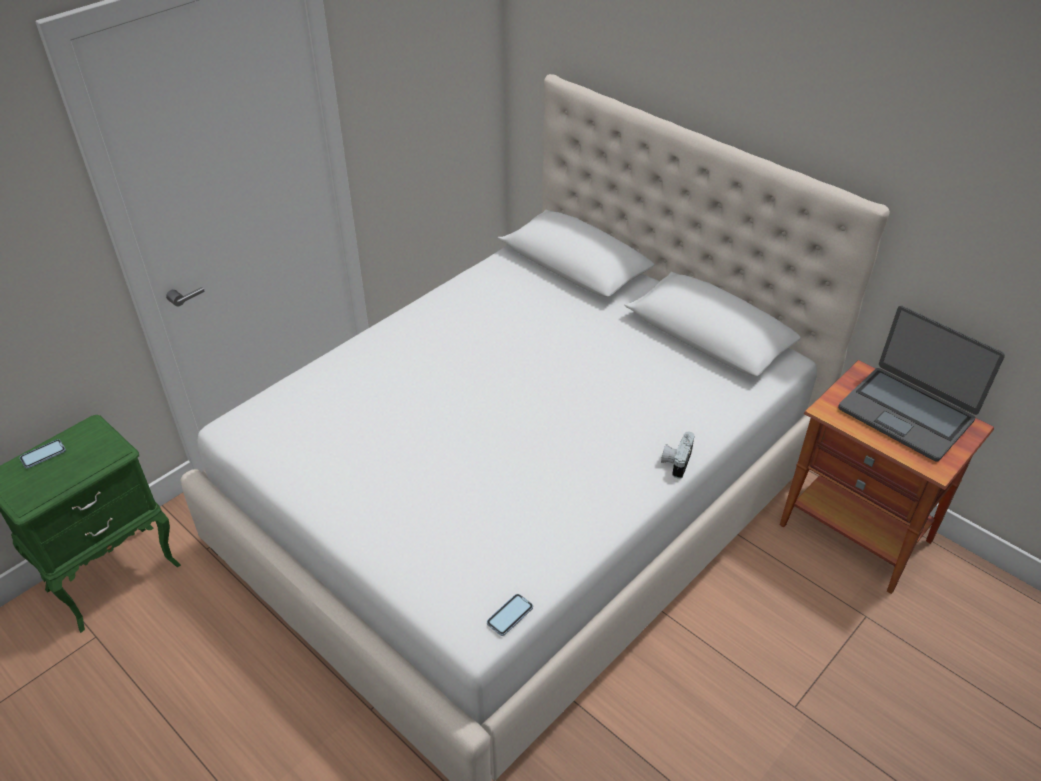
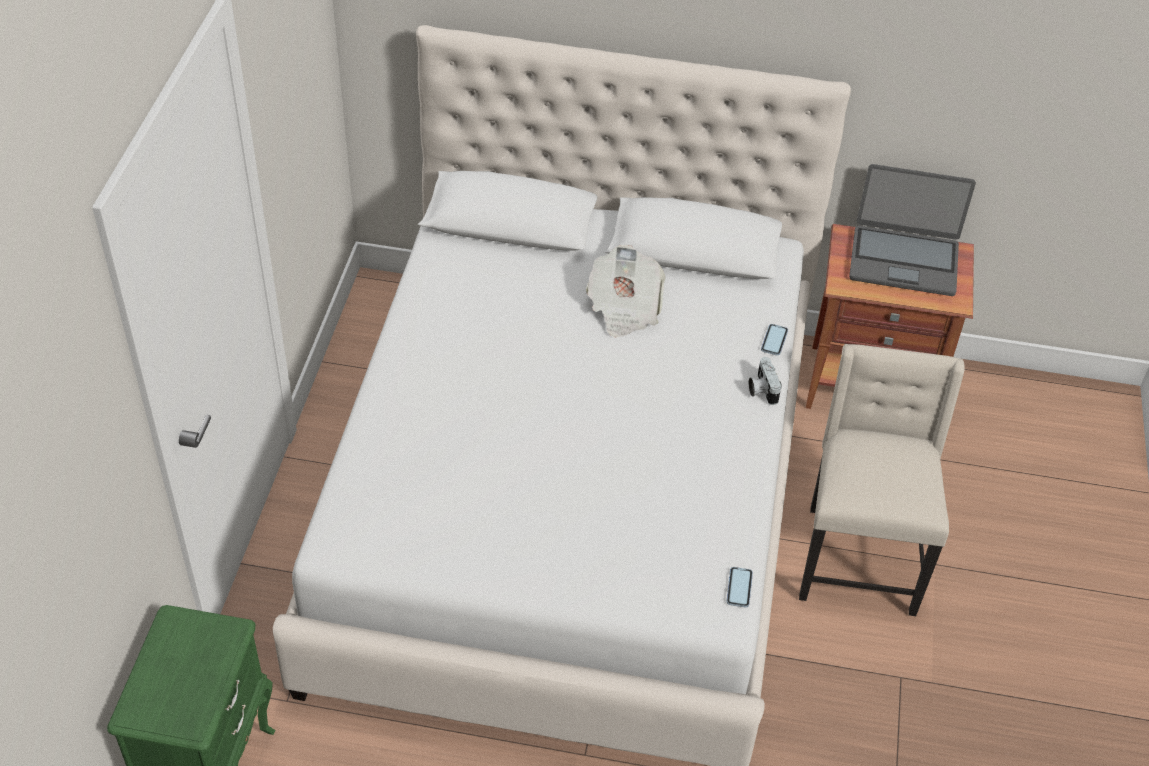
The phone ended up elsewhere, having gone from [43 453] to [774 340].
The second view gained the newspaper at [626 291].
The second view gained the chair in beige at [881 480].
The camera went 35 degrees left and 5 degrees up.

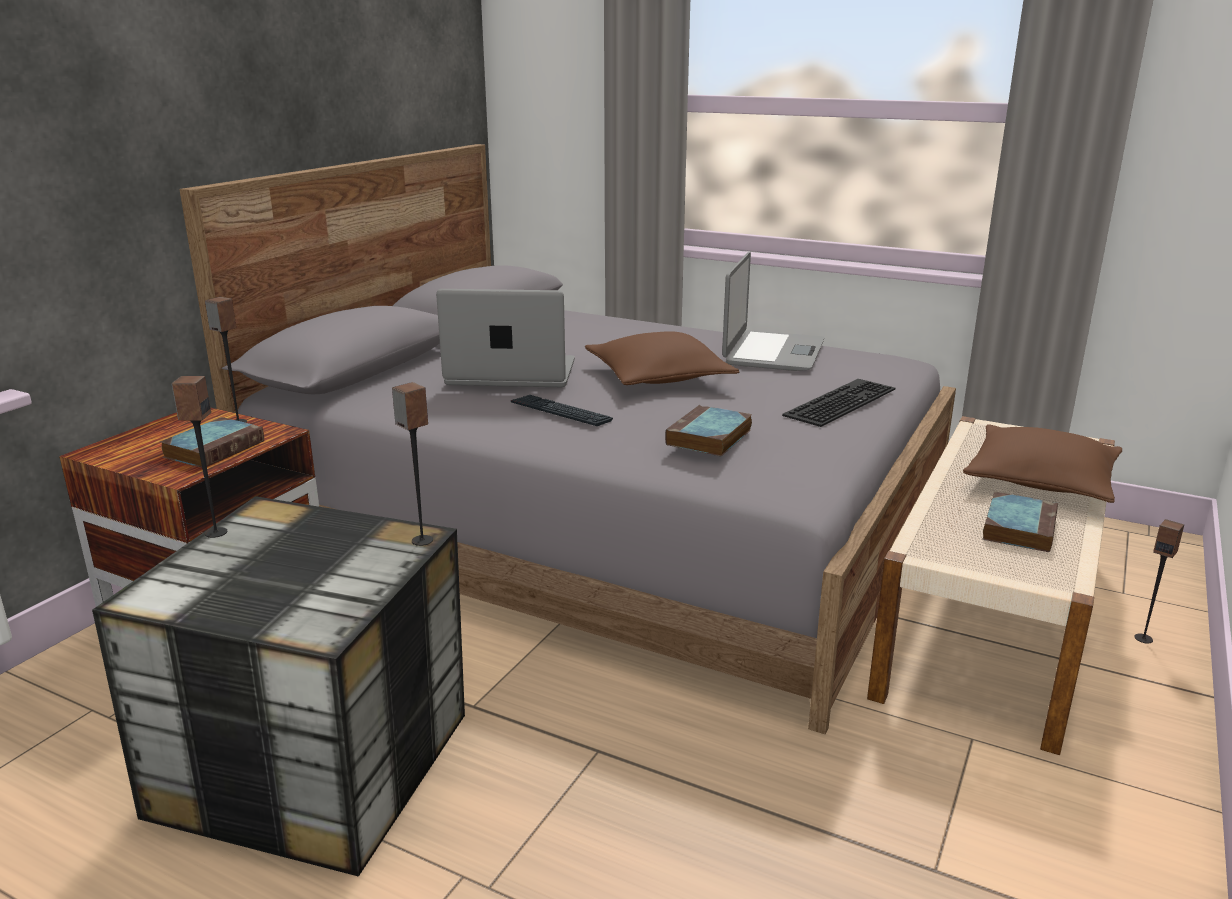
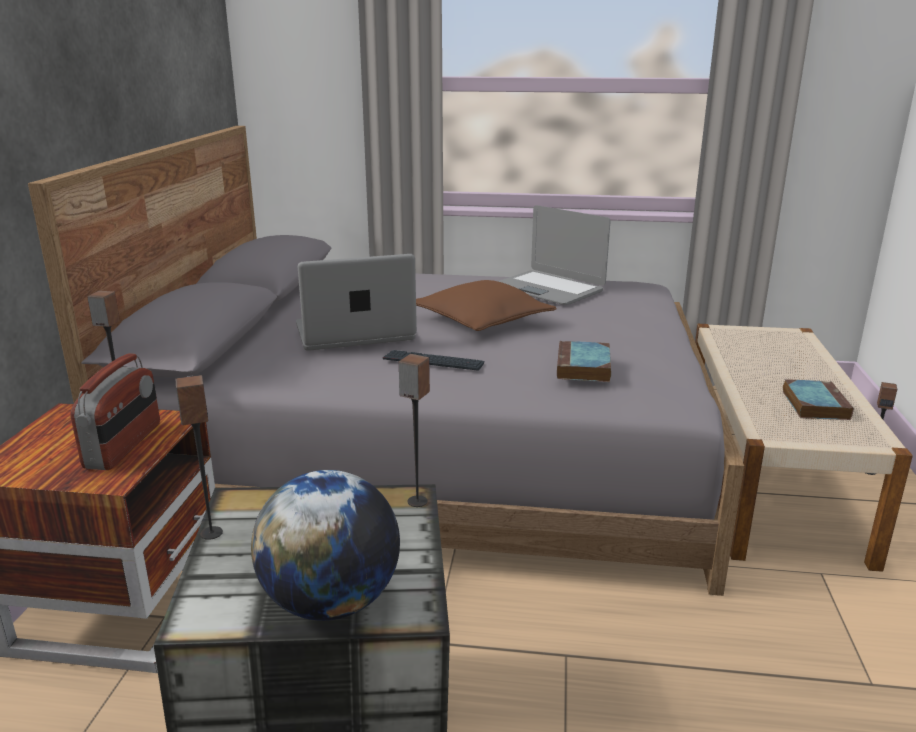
Where the book stood at [212 442], the radio came to stand at [115 411].
The laptop at [773 311] ended up facing another way, 135 degrees clockwise from before.
The second view lost the keyboard at [838 403].
The second view lost the pillow in brown at [1042 463].
The second view gained the globe at [325 545].
The camera went 20 degrees left and 0 degrees up.

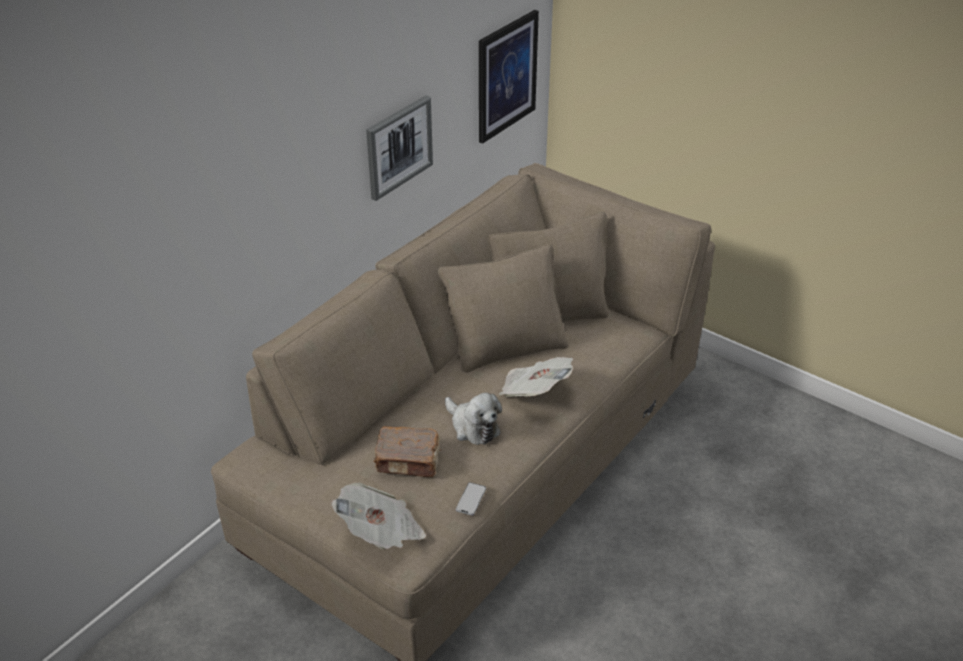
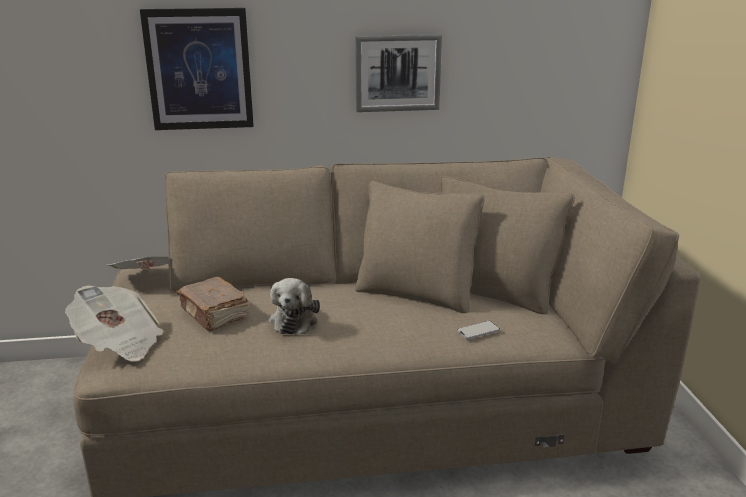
The phone ended up elsewhere, having gone from [471 498] to [478 330].
The picture ended up elsewhere, having gone from [509 77] to [197 69].
The newspaper ended up elsewhere, having gone from [536 377] to [139 263].
The camera went 45 degrees right and 15 degrees down.

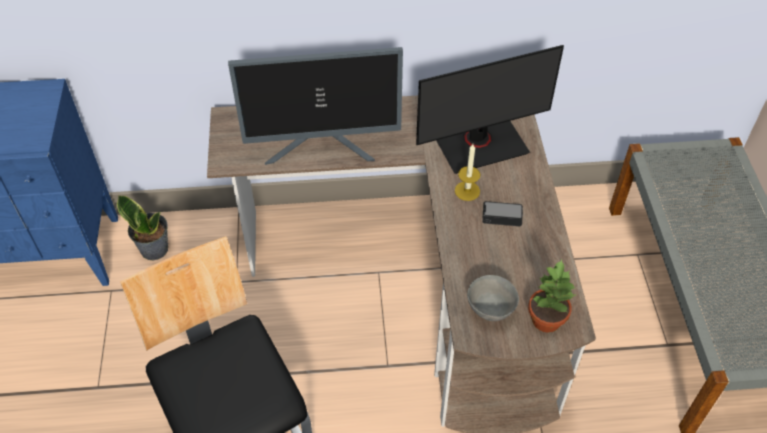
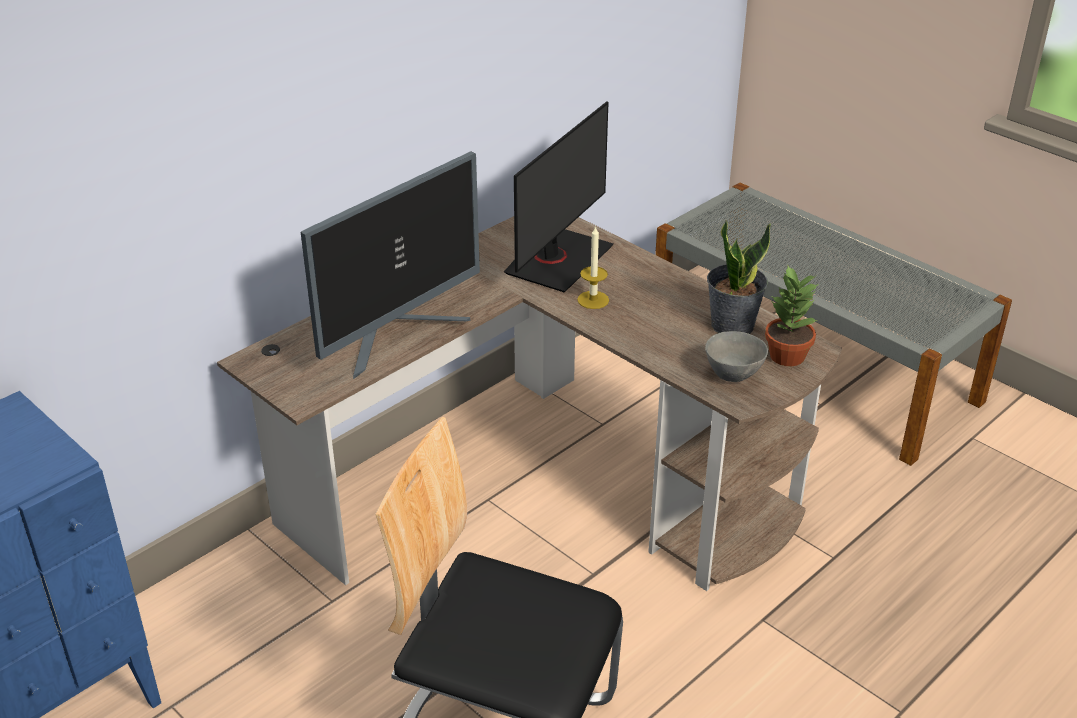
The potted plant ended up elsewhere, having gone from [142 227] to [739 276].
The second view lost the phone at [502 213].
The camera went 40 degrees left and 15 degrees down.

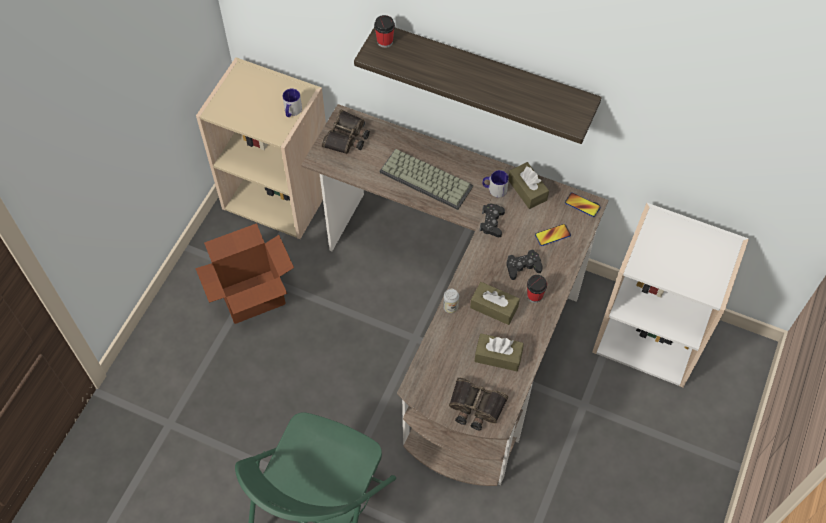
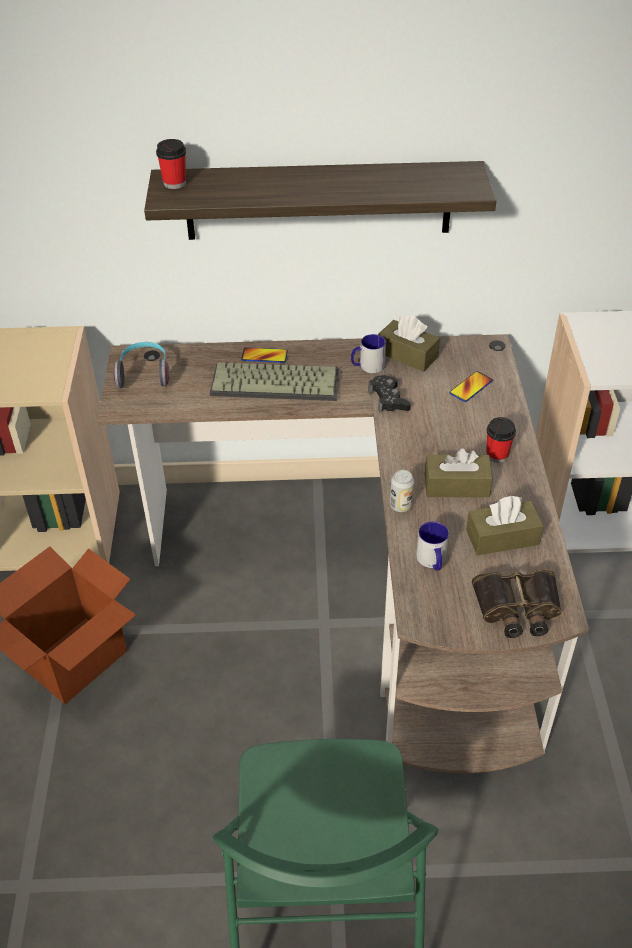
The mug ended up elsewhere, having gone from [292 102] to [432 546].
Where the binoculars stood at [346 132], the headphones came to stand at [141 365].
The second view lost the game controller in black at [524 264].
The phone ended up elsewhere, having gone from [582 204] to [264 355].
The camera went 25 degrees left and 15 degrees down.

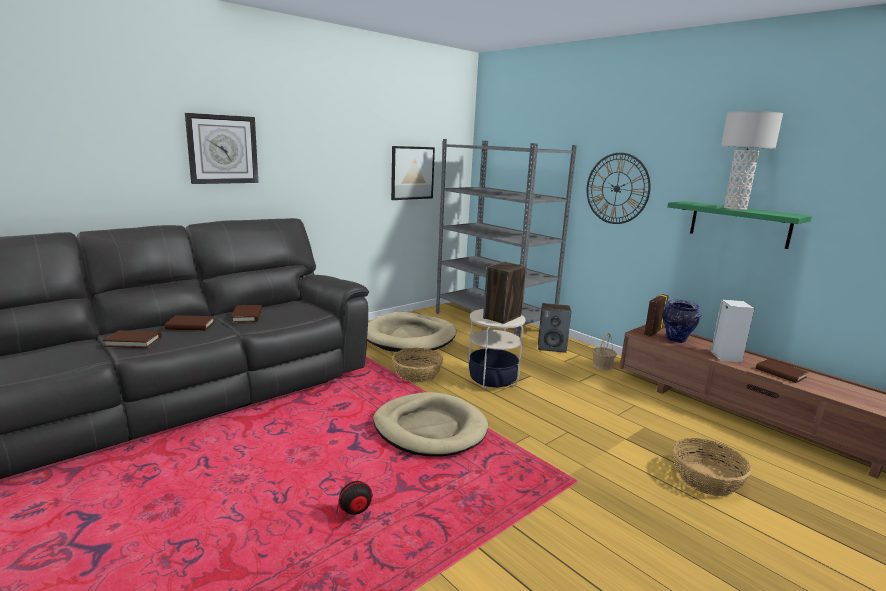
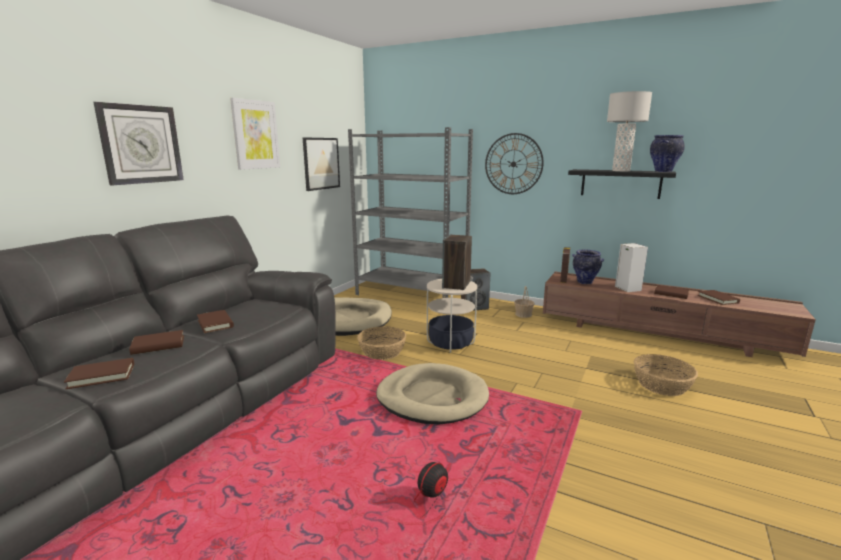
What was the shelf in green at [739 225] turned into the shelf in black at [622 184].
The second view gained the picture at [255 134].
The second view gained the vase at [667 153].
The second view gained the book in brown at [719 297].
The camera went 20 degrees left and 0 degrees up.

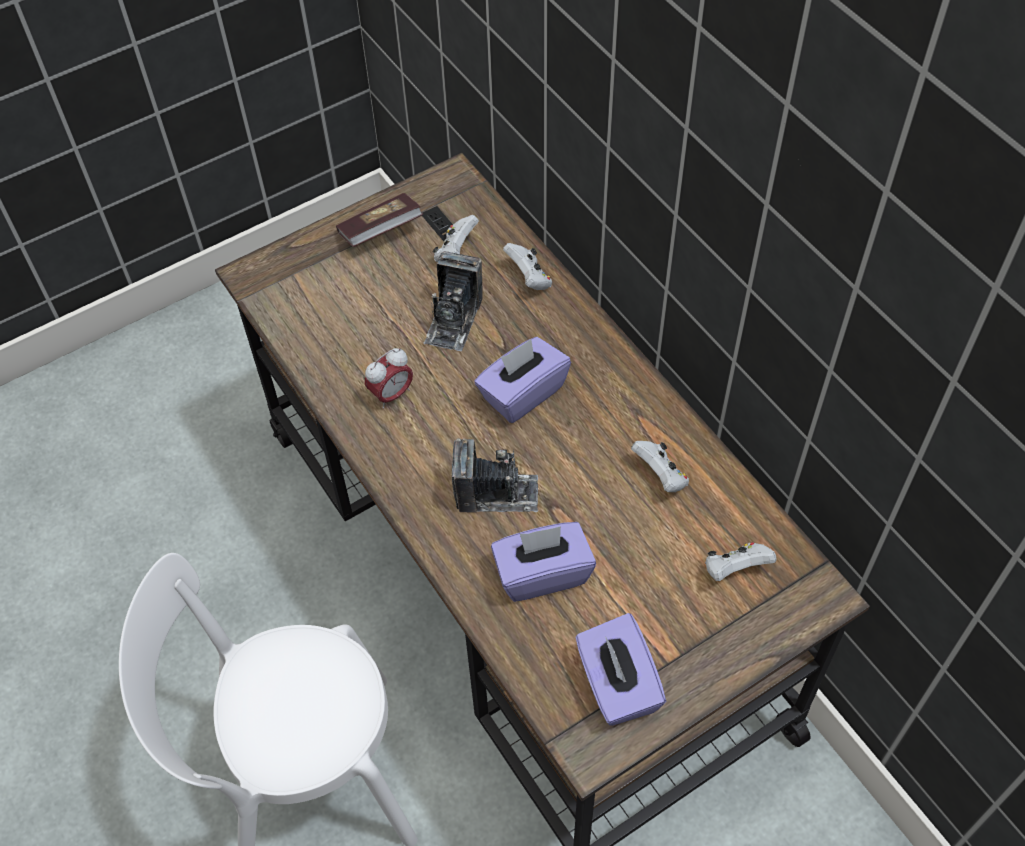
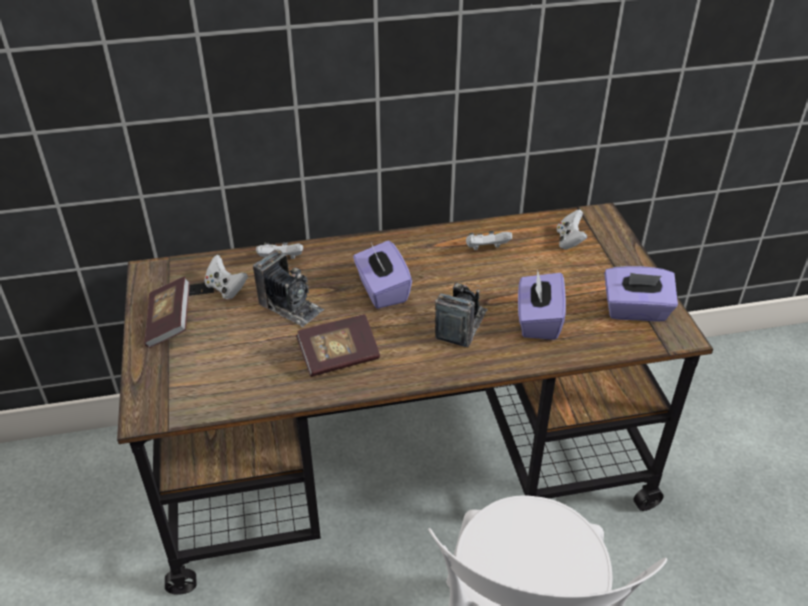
Where the alarm clock stood at [389 378], the book came to stand at [338 345].
The camera went 70 degrees left and 15 degrees down.

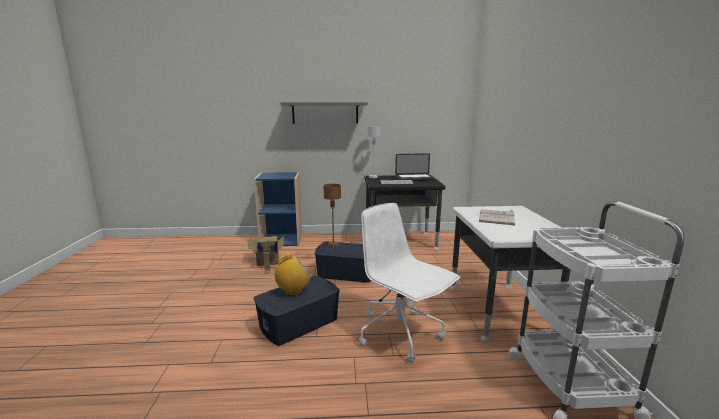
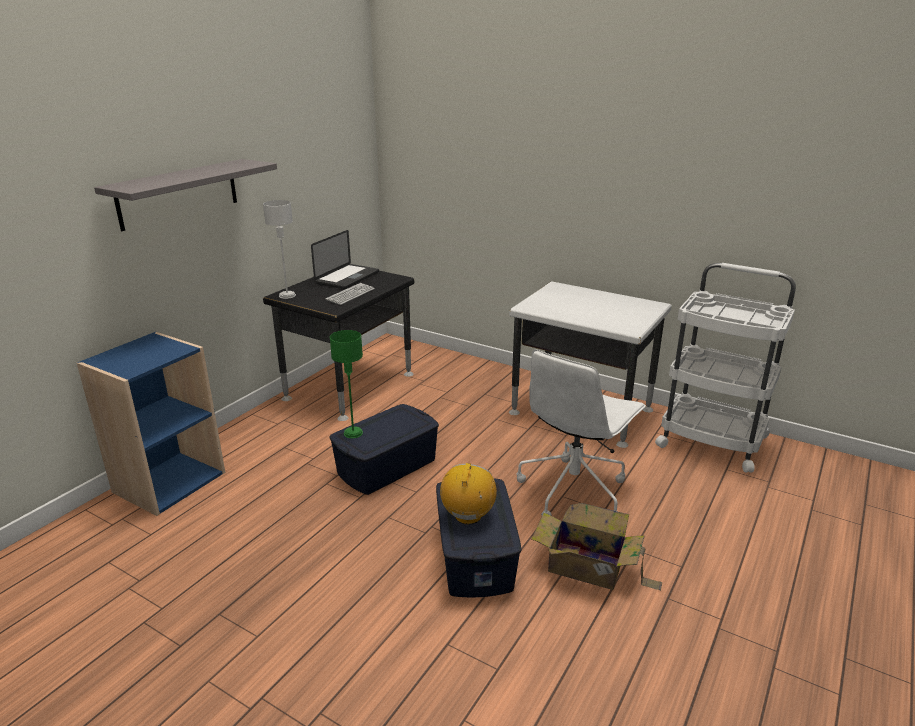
The cardboard box ended up elsewhere, having gone from [266 255] to [597 547].
What was the table lamp in brown at [332 215] turned into the table lamp in green at [346 384].
The office chair in white at [409 282] ended up facing another way, 45 degrees counterclockwise from before.
The second view lost the book in white at [497 217].
The camera went 55 degrees left and 10 degrees up.

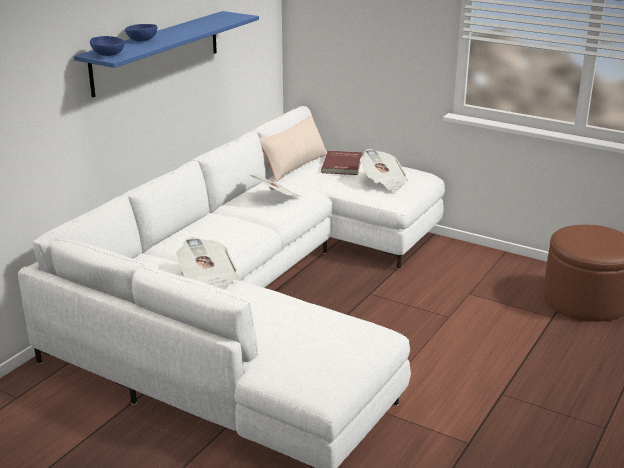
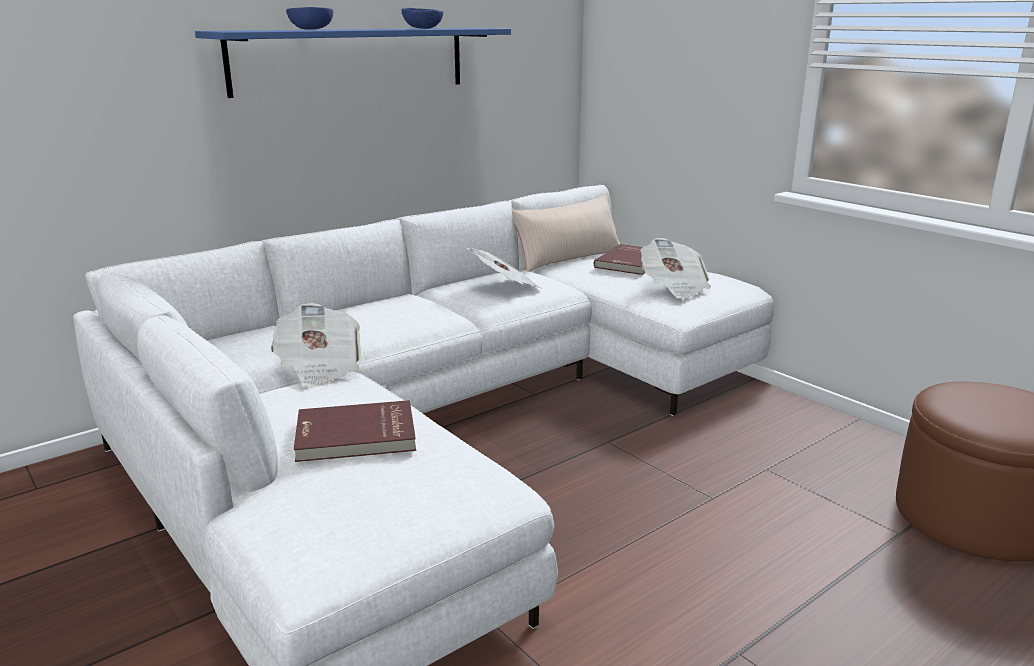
The bowl in blue ended up elsewhere, having gone from [107 46] to [422 18].
The second view gained the book in red at [355 431].
The camera went 20 degrees right and 5 degrees down.

